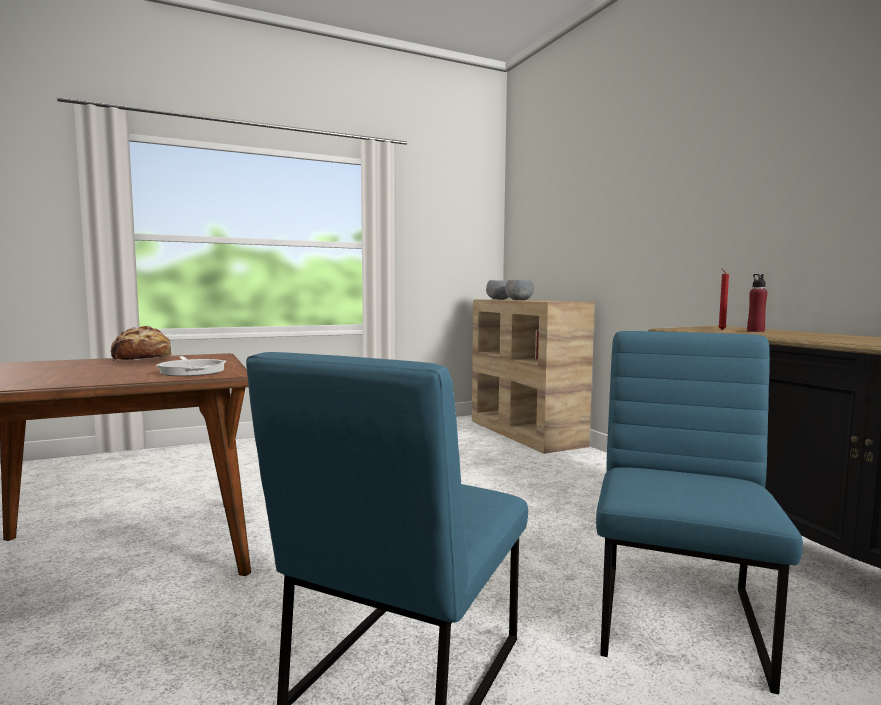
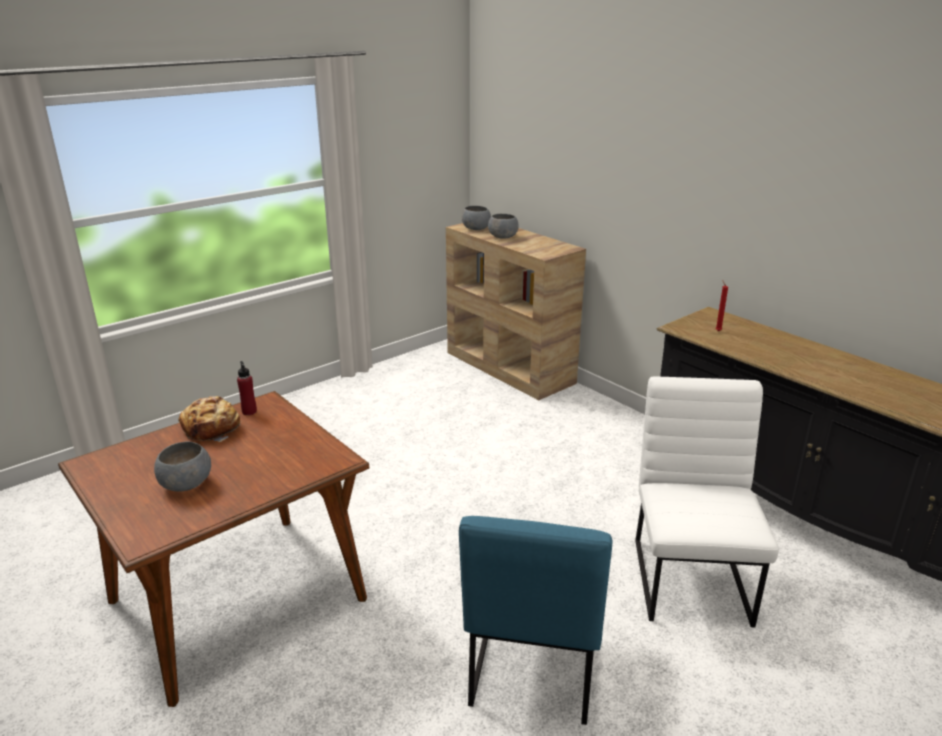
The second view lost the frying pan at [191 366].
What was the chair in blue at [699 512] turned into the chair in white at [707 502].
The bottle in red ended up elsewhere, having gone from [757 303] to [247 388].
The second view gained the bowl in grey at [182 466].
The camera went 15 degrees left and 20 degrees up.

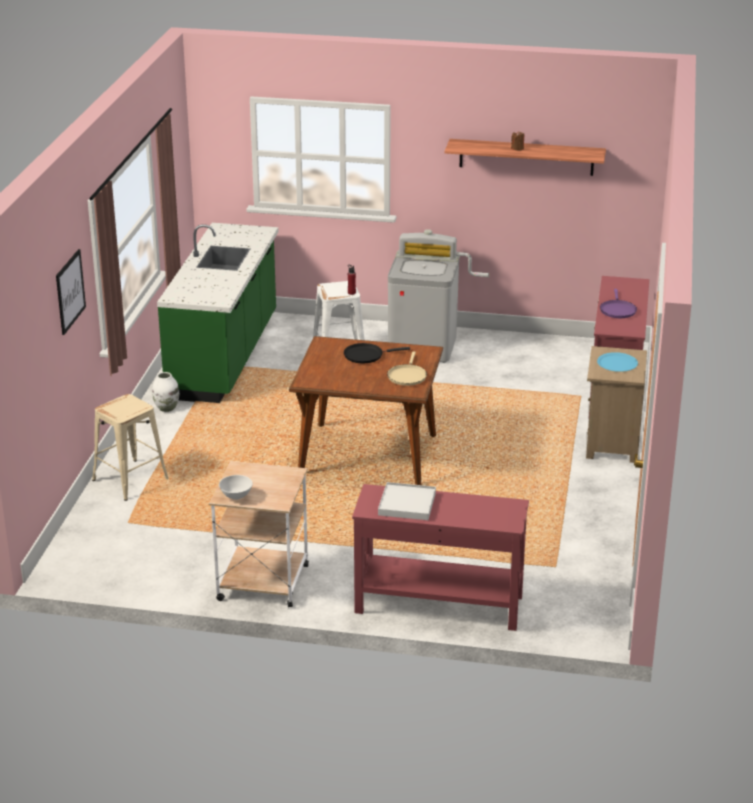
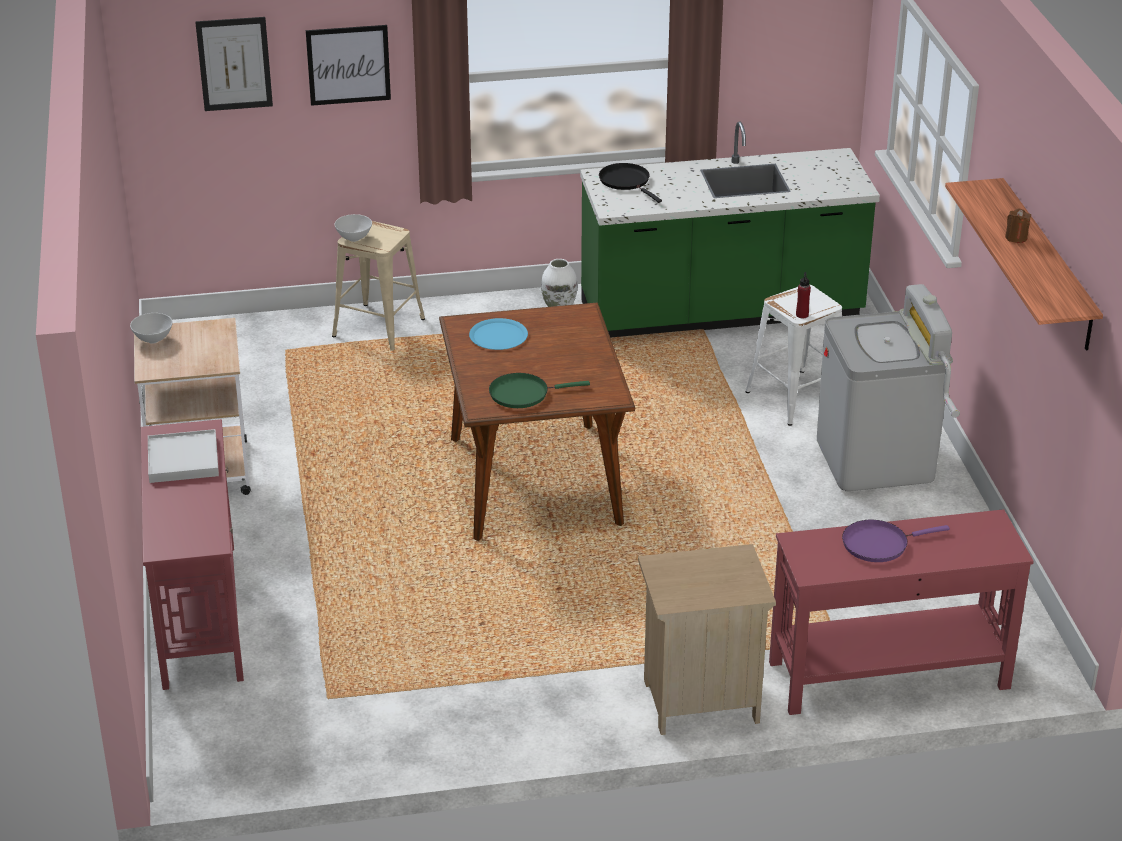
The frying pan in black ended up elsewhere, having gone from [377 353] to [630 183].
What was the frying pan in beige at [407 368] turned into the frying pan in green at [539 390].
The plate in blue ended up elsewhere, having gone from [617 362] to [498 334].
The second view gained the picture at [234 64].
The second view gained the bowl in white at [353 228].
The camera went 70 degrees right and 5 degrees up.

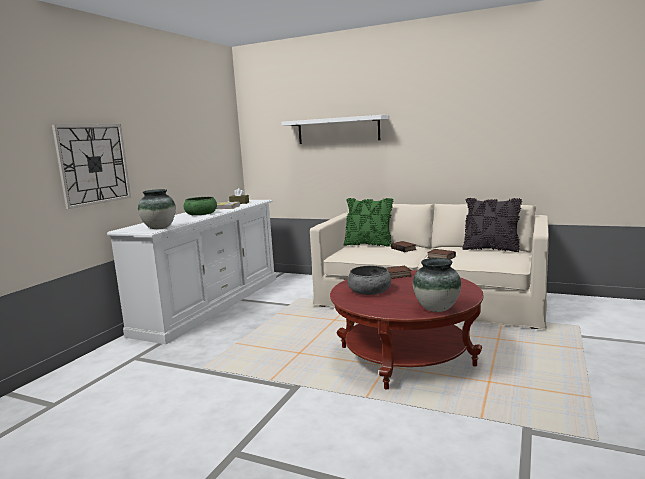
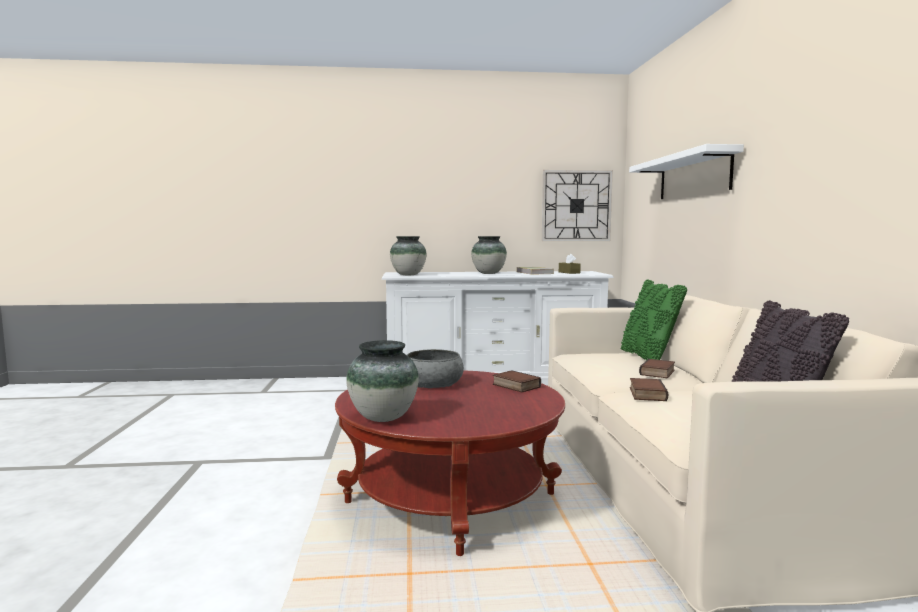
The wall clock ended up elsewhere, having gone from [91 166] to [577 205].
Where the bowl in green stood at [200 206], the vase came to stand at [489 255].
The camera went 60 degrees right and 5 degrees down.

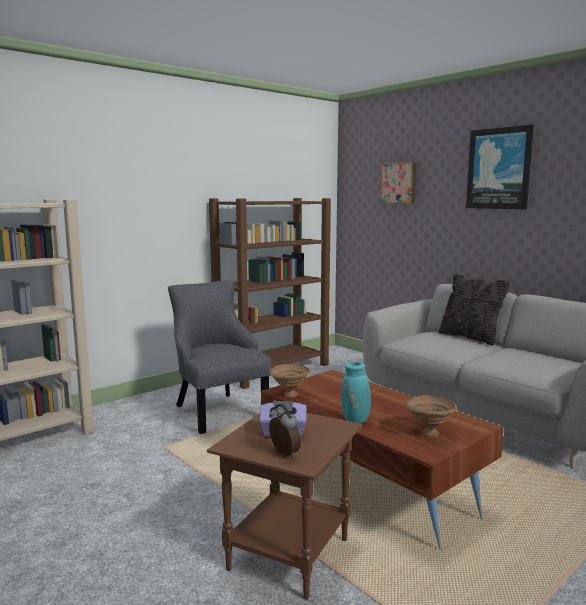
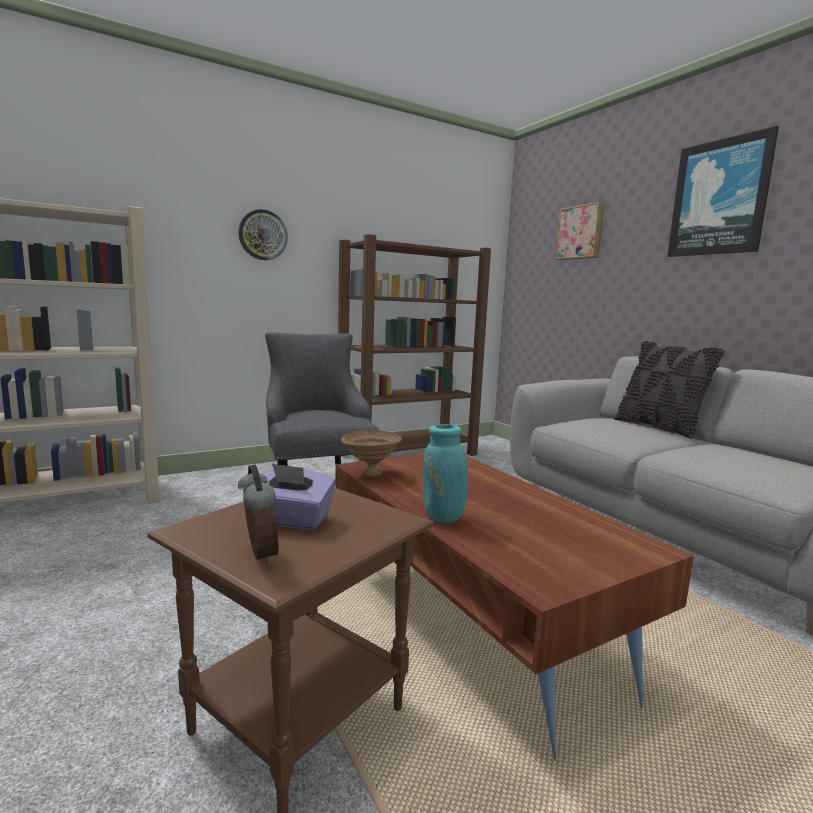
The second view lost the bowl in brown at [431 416].
The second view gained the wall clock at [263 234].
The camera went 10 degrees right and 0 degrees up.

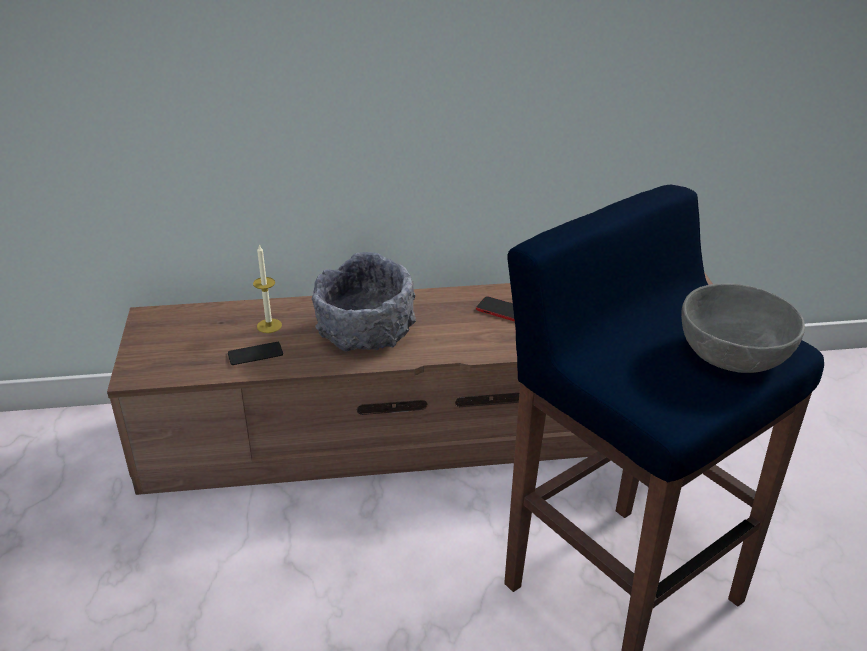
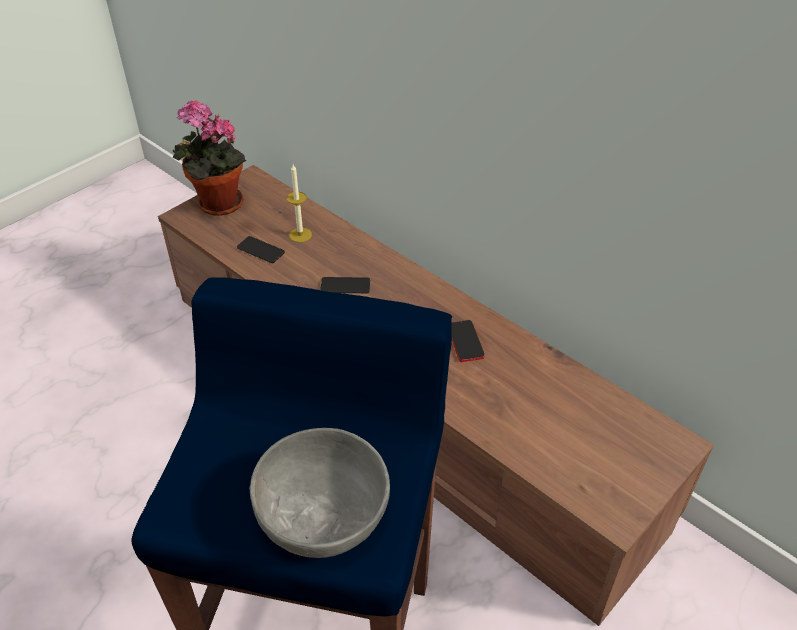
Where the bowl in grey stood at [364 302], the phone came to stand at [345 285].
The second view gained the potted plant at [209 158].
The camera went 50 degrees right and 10 degrees up.

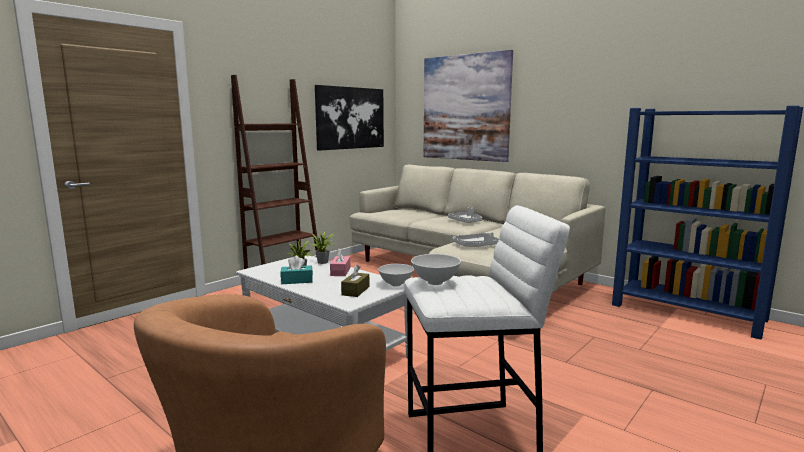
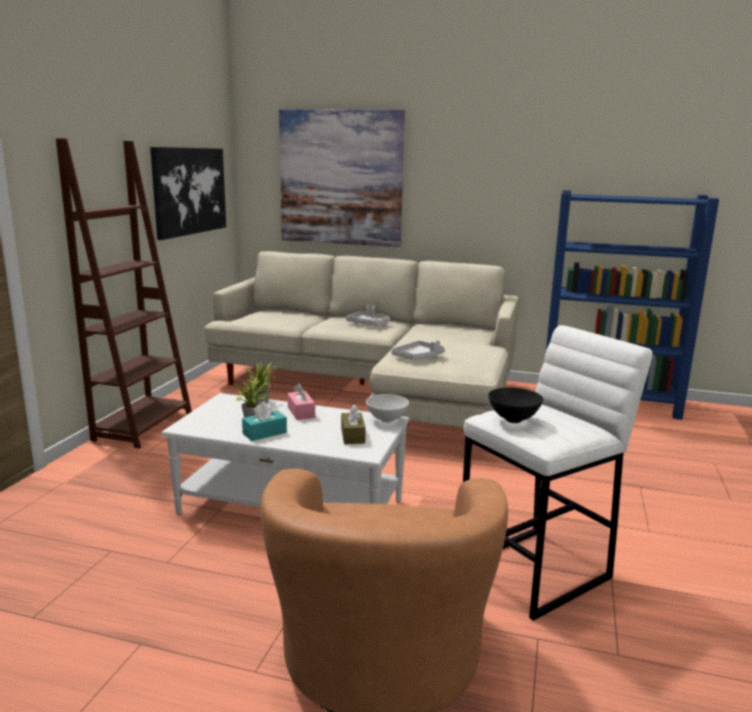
What was the bowl in white at [436 269] turned into the bowl in black at [516 405].
The camera went 25 degrees left and 5 degrees up.

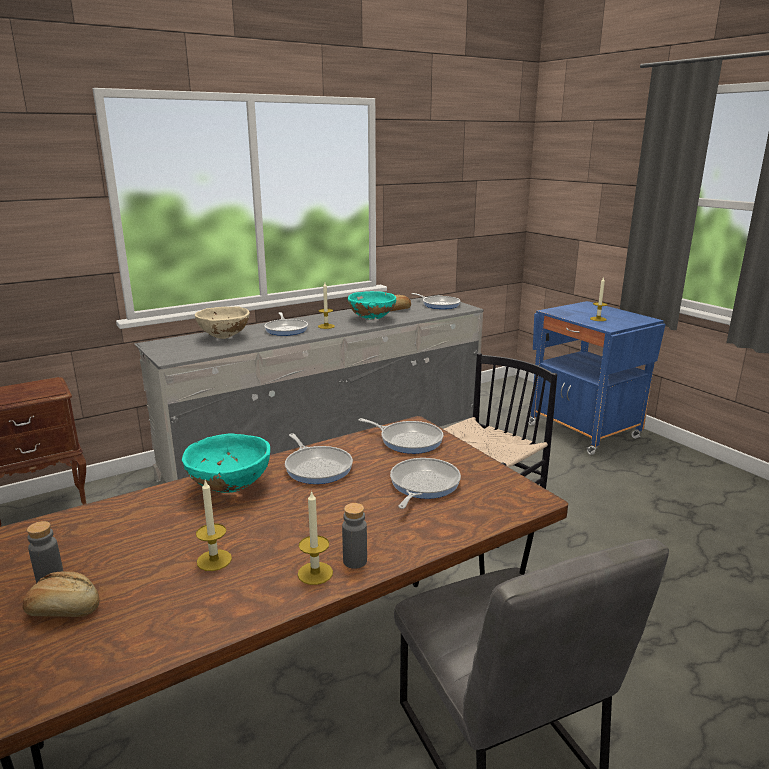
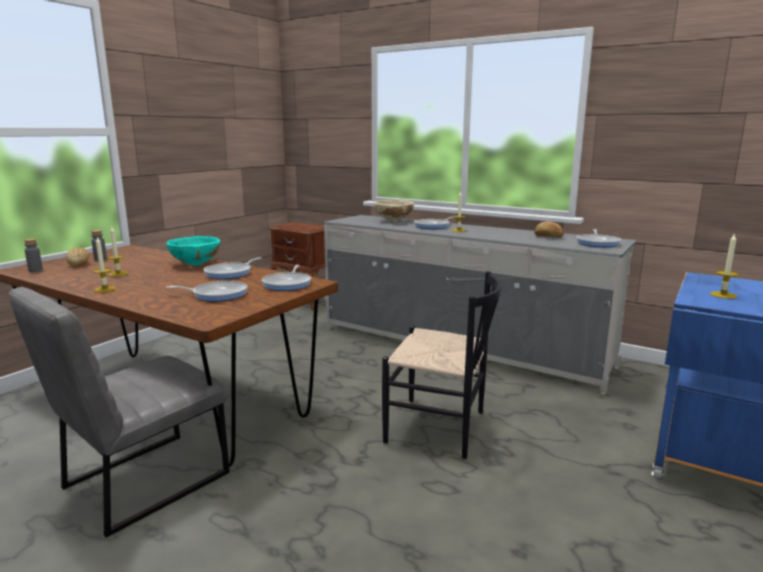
The bottle in grey ended up elsewhere, having gone from [354 536] to [33 255].
The second view lost the bowl in turquoise at [372 305].
The camera went 65 degrees right and 5 degrees down.

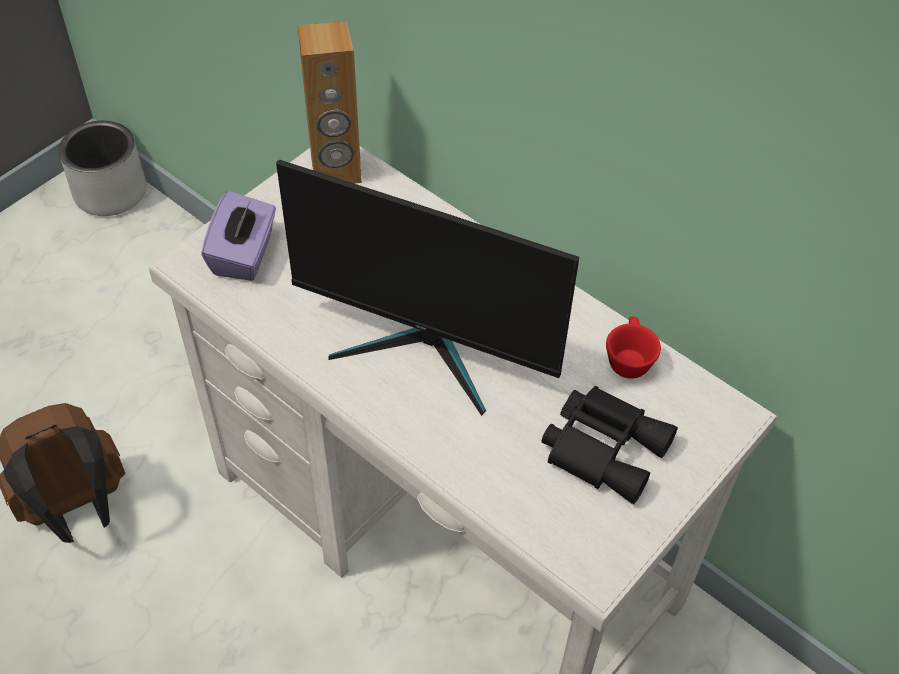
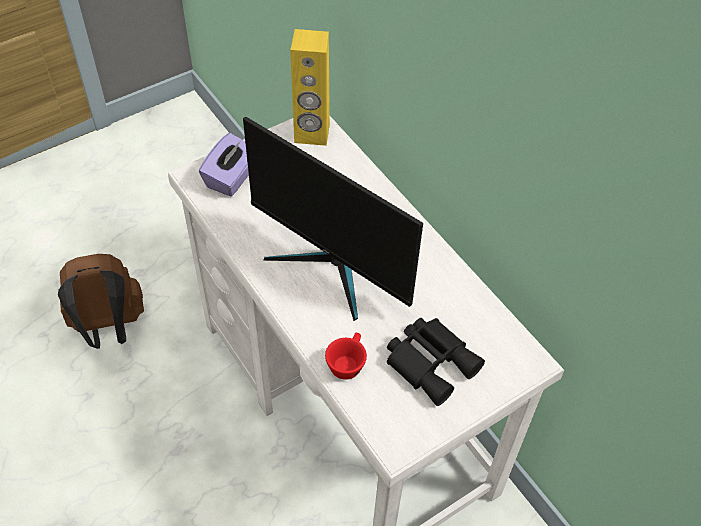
The second view lost the planter in grey at [102 168].
What was the speaker in brown at [329 102] turned into the speaker in yellow at [310 87].
The cup in red ended up elsewhere, having gone from [633 347] to [346 356].
The camera went 15 degrees right and 0 degrees up.

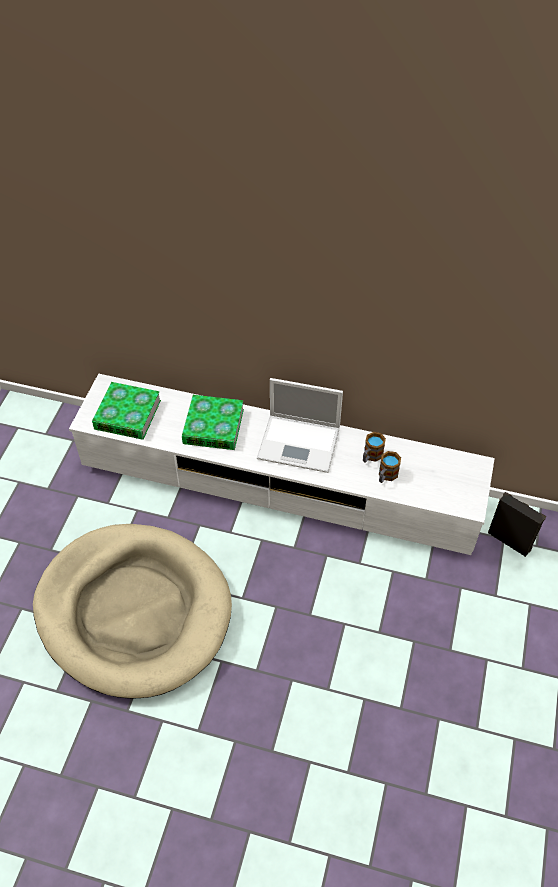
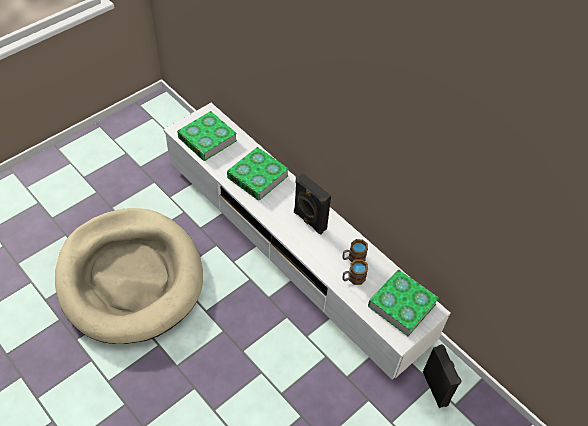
Where the laptop stood at [300 425], the speaker in black came to stand at [312 203].
The second view gained the book at [403 302].
The camera went 30 degrees right and 0 degrees up.

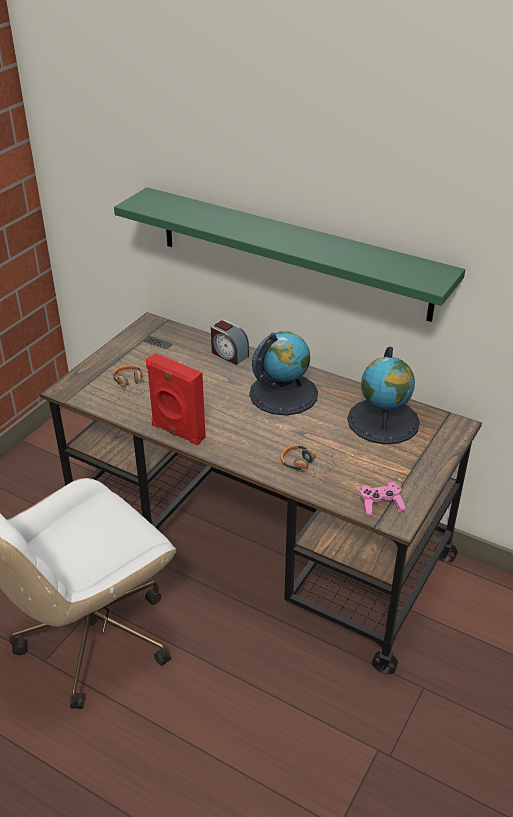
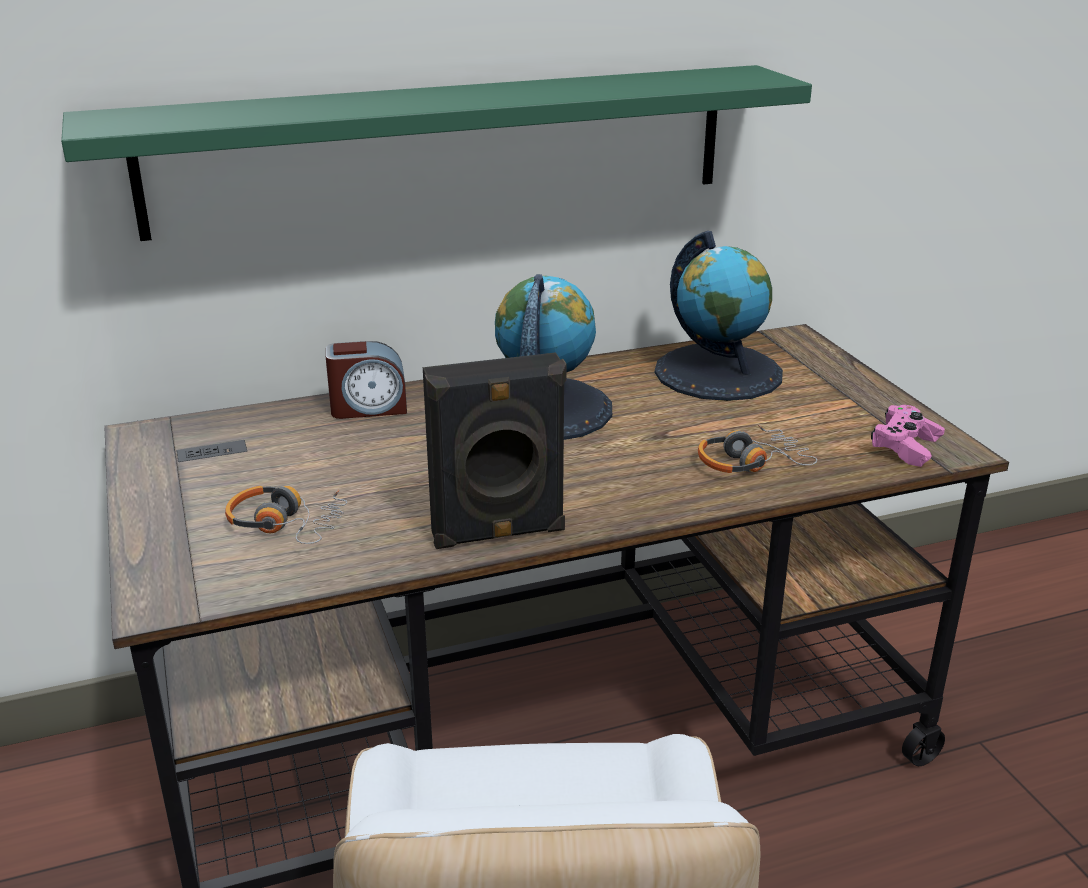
What was the speaker in red at [176 399] turned into the speaker in black at [495 450].
The camera went 50 degrees left and 10 degrees down.

